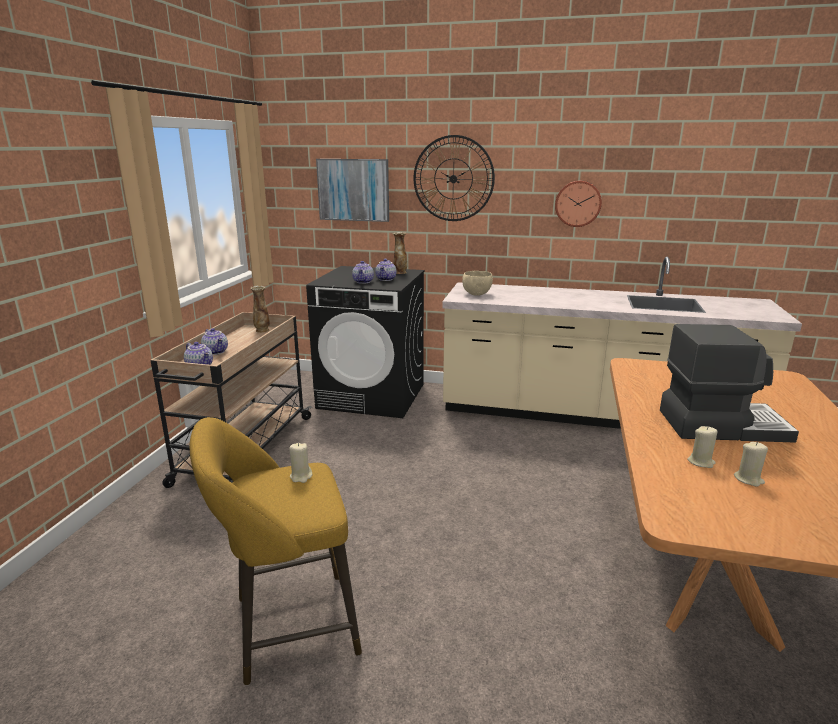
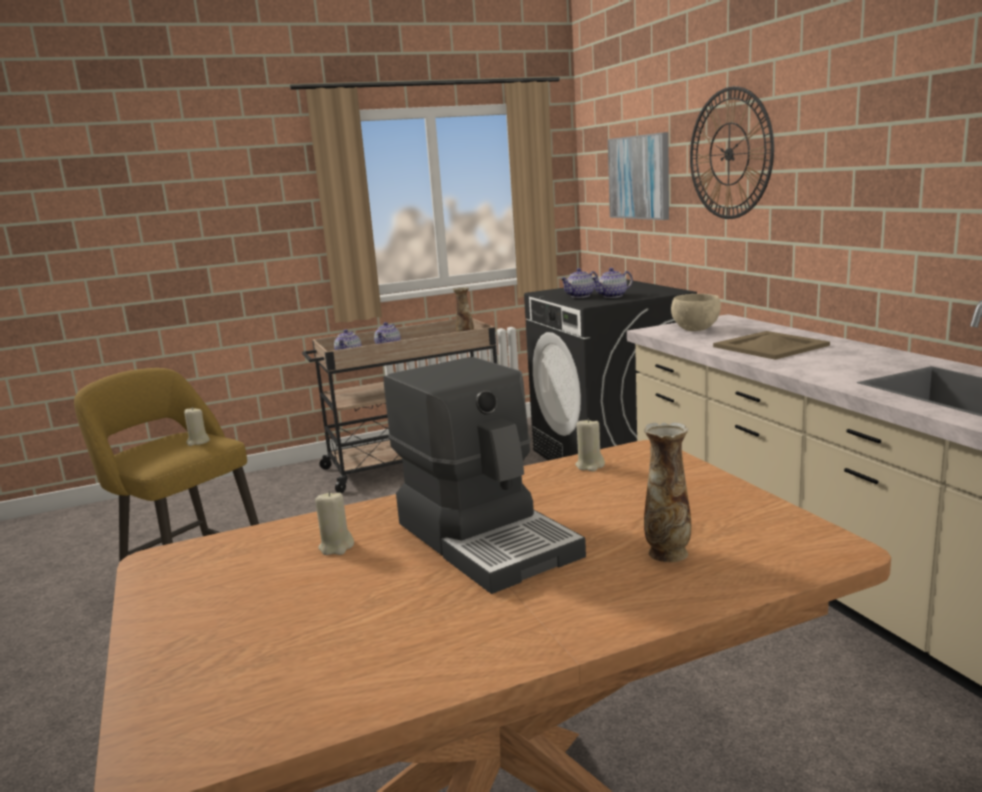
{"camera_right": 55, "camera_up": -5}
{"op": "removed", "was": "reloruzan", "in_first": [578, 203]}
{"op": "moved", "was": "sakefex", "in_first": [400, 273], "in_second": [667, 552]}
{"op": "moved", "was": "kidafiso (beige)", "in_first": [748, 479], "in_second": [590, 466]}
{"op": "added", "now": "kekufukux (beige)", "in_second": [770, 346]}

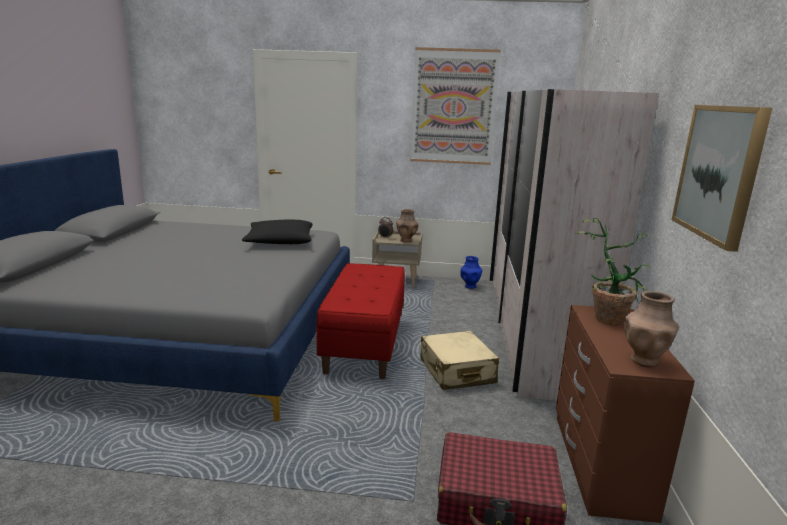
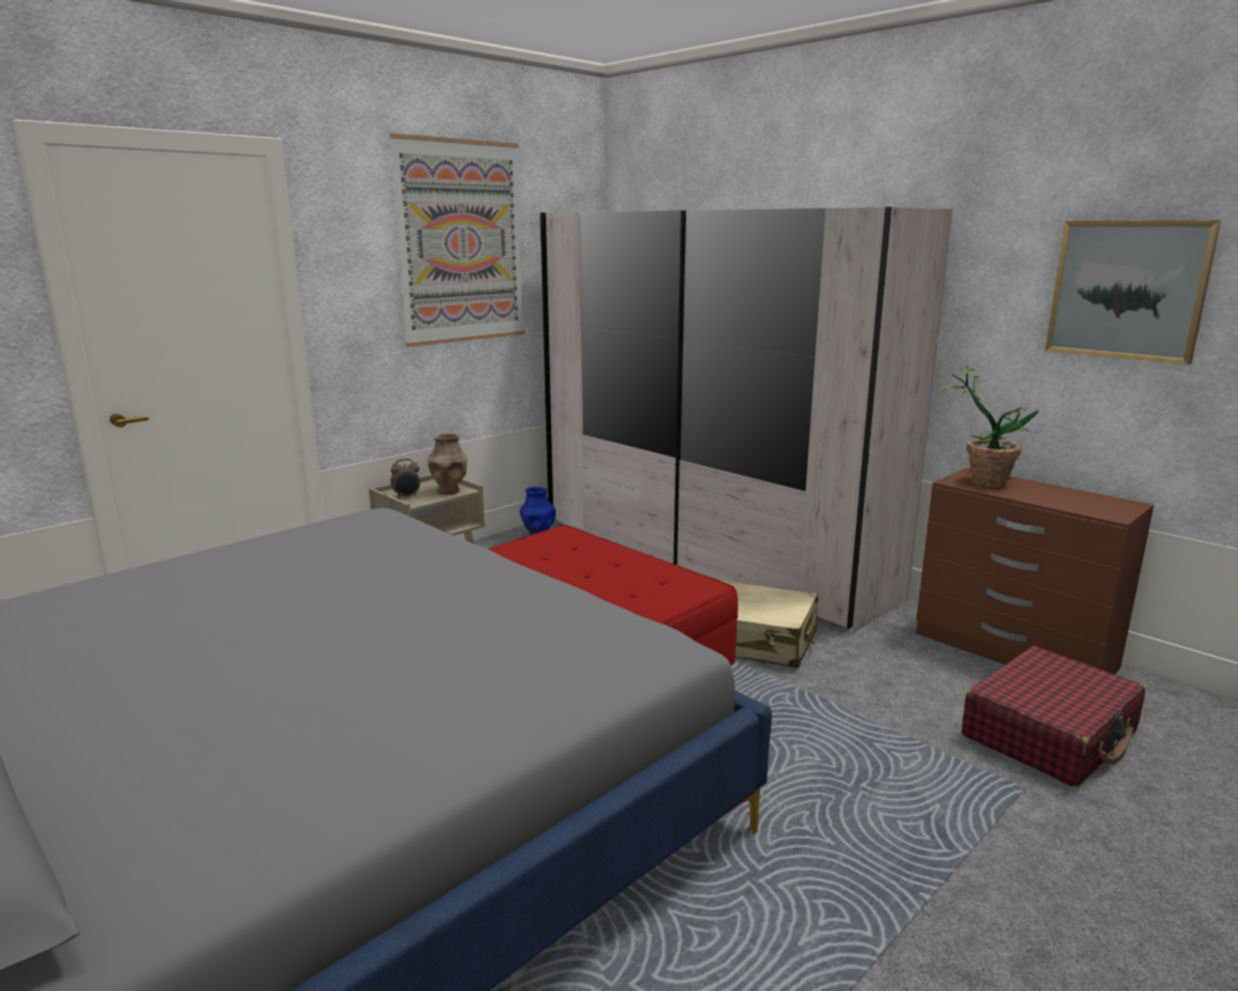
{"camera_right": -50, "camera_up": 0}
{"op": "removed", "was": "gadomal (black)", "in_first": [279, 241]}
{"op": "removed", "was": "sakefex (brown)", "in_first": [644, 360]}

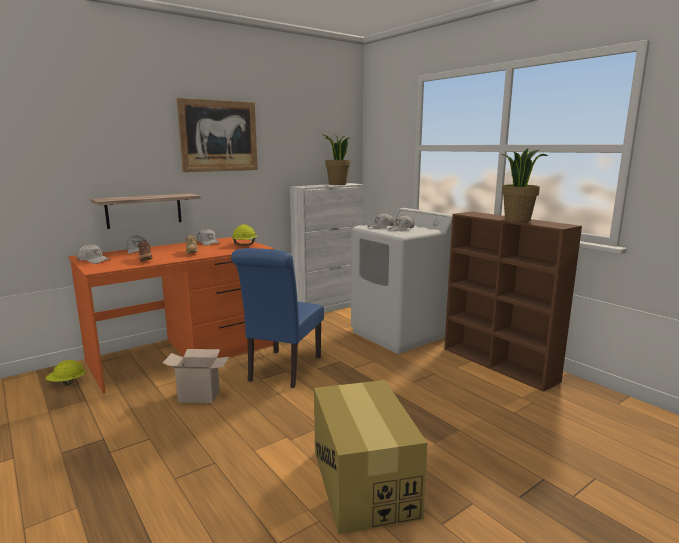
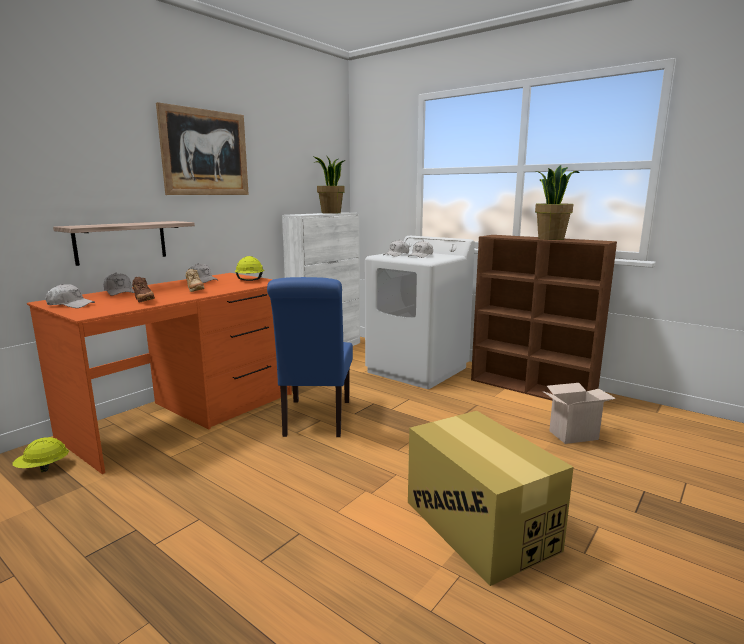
{"camera_right": -15, "camera_up": 0}
{"op": "moved", "was": "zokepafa", "in_first": [200, 396], "in_second": [574, 434]}

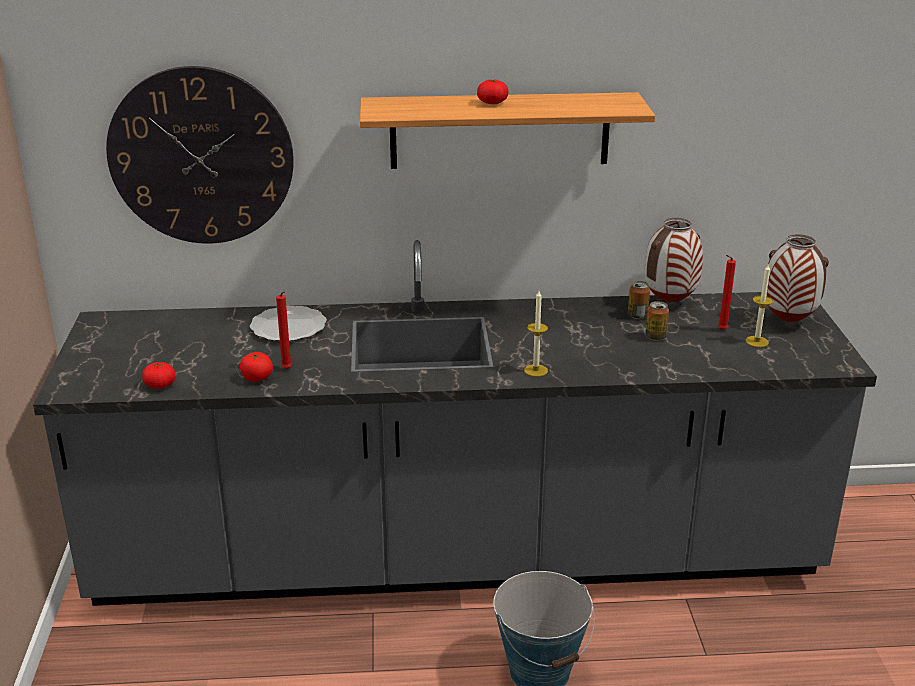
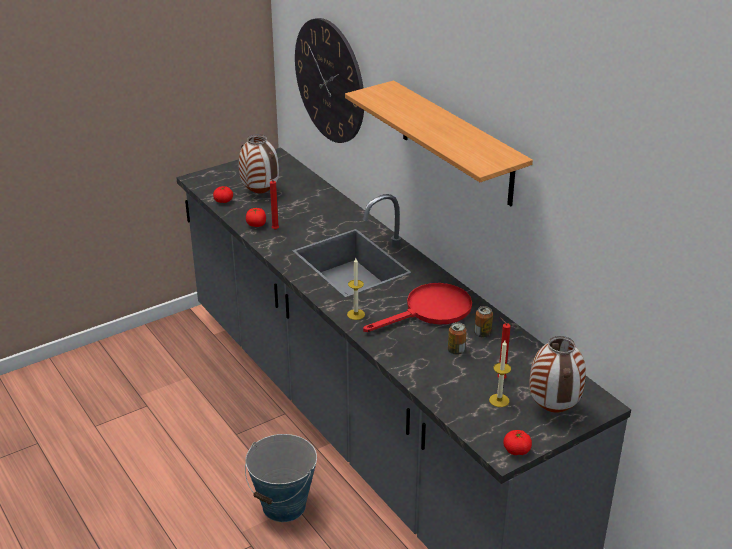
{"camera_right": 60, "camera_up": 5}
{"op": "moved", "was": "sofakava", "in_first": [492, 103], "in_second": [516, 450]}
{"op": "moved", "was": "sakefex", "in_first": [669, 302], "in_second": [261, 193]}
{"op": "removed", "was": "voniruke", "in_first": [289, 326]}
{"op": "added", "now": "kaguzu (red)", "in_second": [430, 311]}

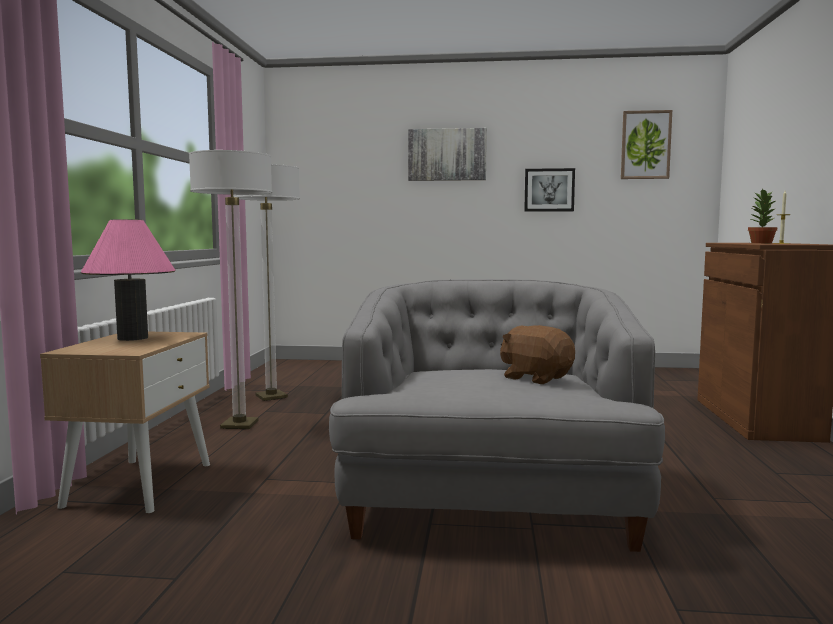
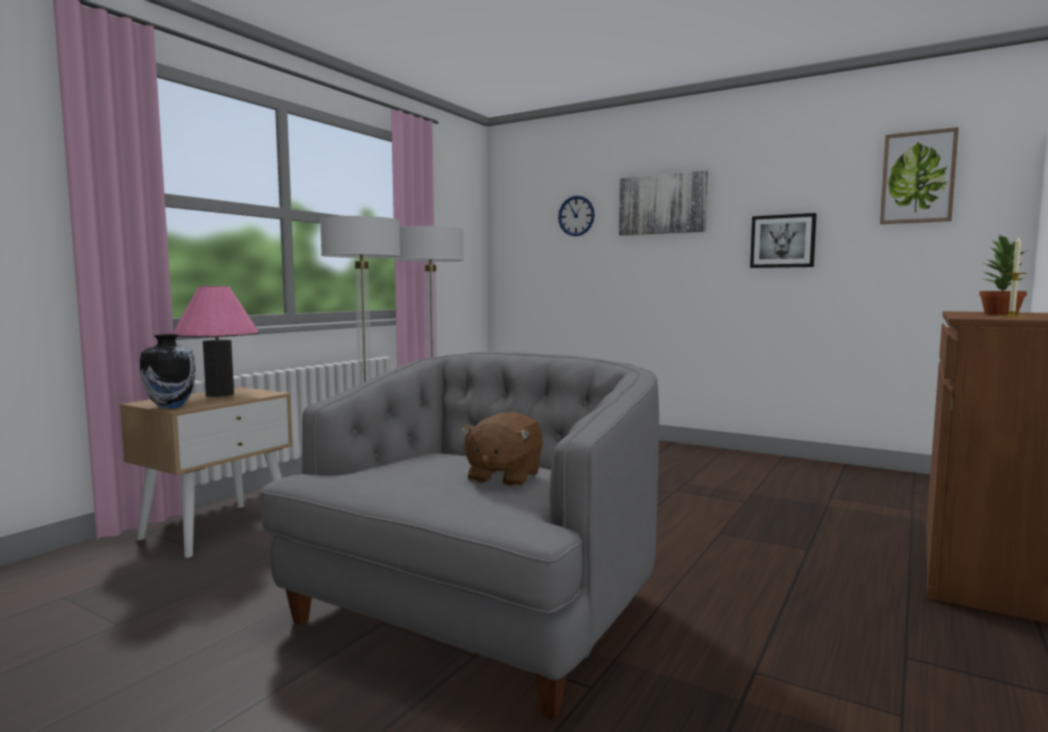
{"camera_right": 25, "camera_up": 0}
{"op": "turned", "was": "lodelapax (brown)", "in_first": [536, 378], "in_second": [503, 477], "clockwise": -135}
{"op": "added", "now": "reloruzan", "in_second": [576, 216]}
{"op": "added", "now": "sakefex", "in_second": [171, 406]}

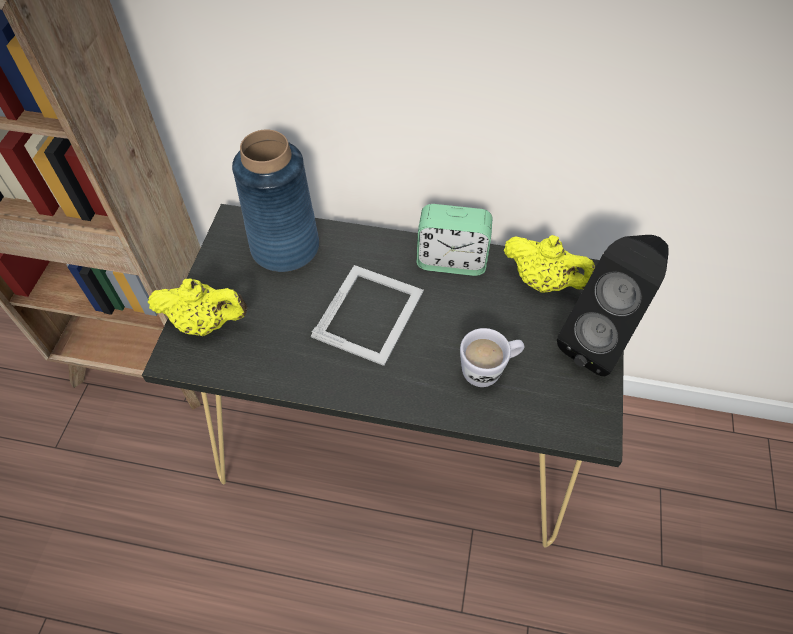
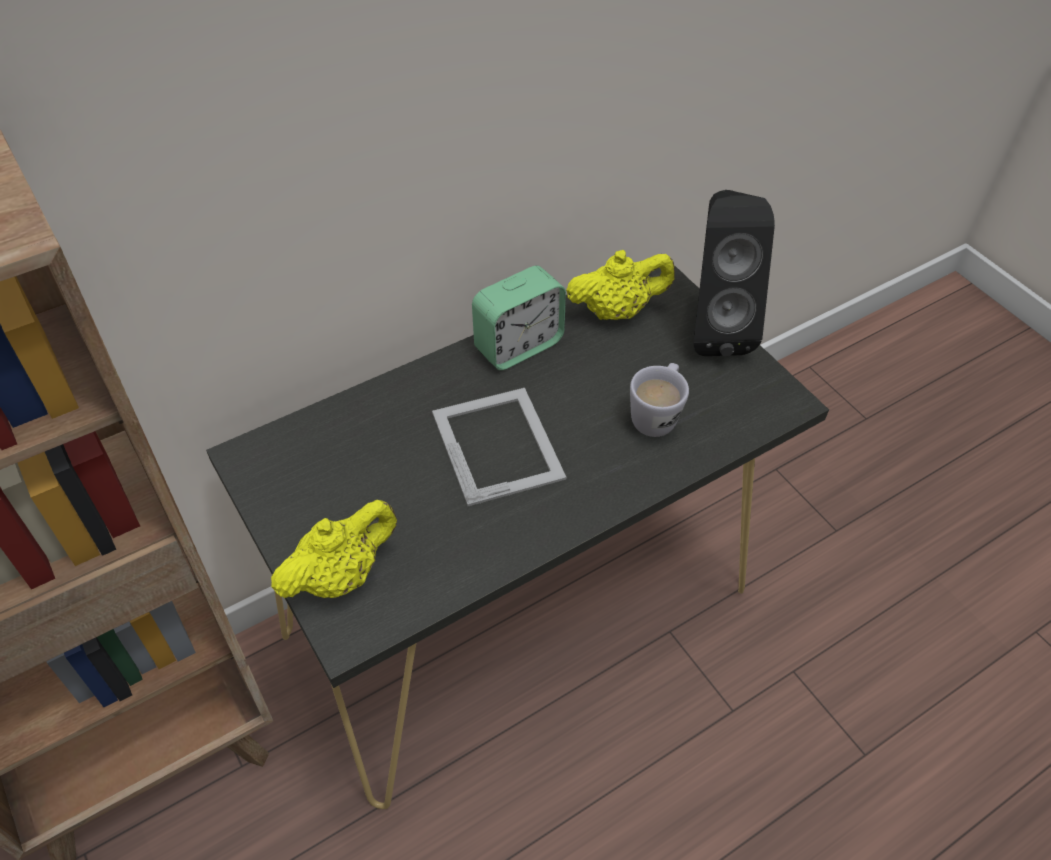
{"camera_right": -45, "camera_up": -5}
{"op": "removed", "was": "sakefex (blue)", "in_first": [284, 247]}

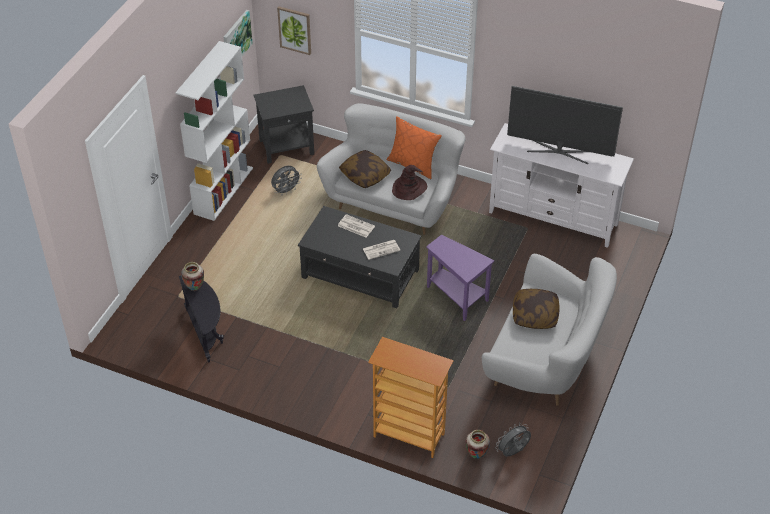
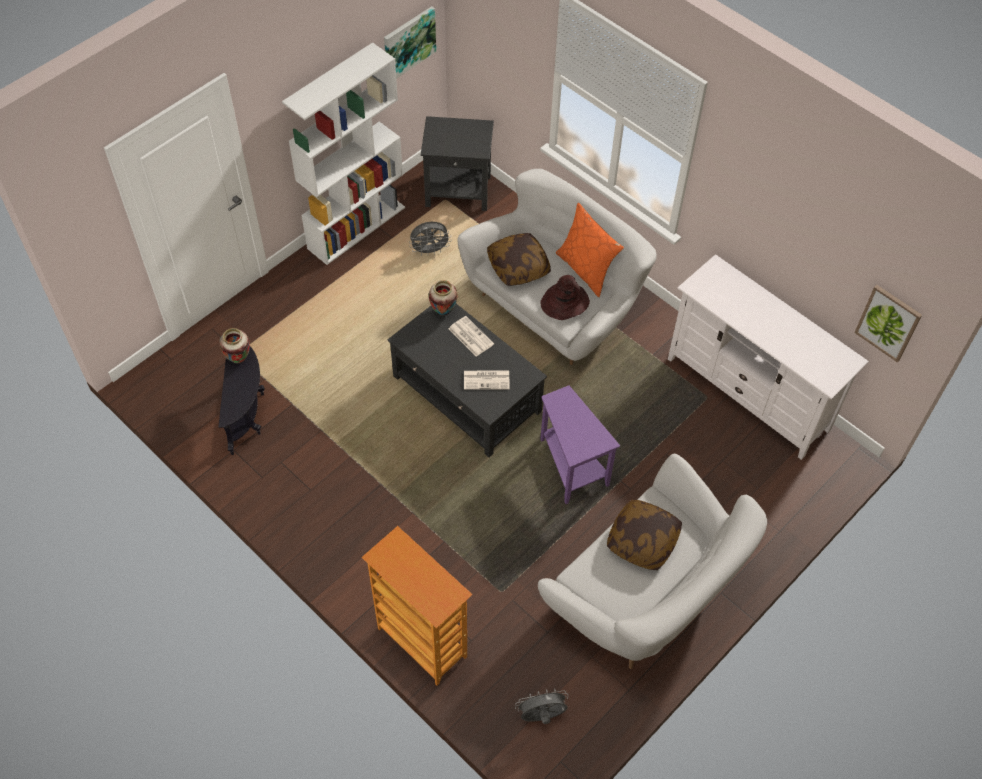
{"camera_right": 20, "camera_up": 10}
{"op": "moved", "was": "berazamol", "in_first": [295, 30], "in_second": [888, 322]}
{"op": "removed", "was": "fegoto", "in_first": [559, 151]}
{"op": "moved", "was": "sakefex", "in_first": [476, 455], "in_second": [443, 312]}

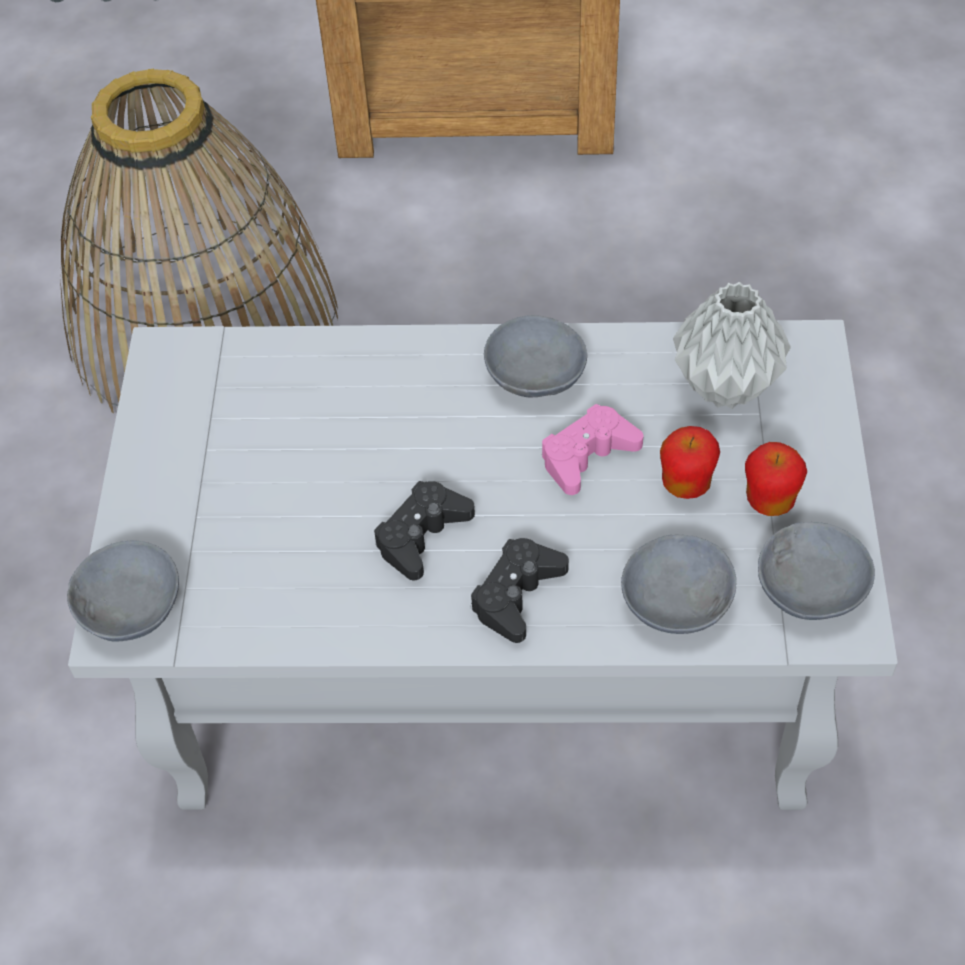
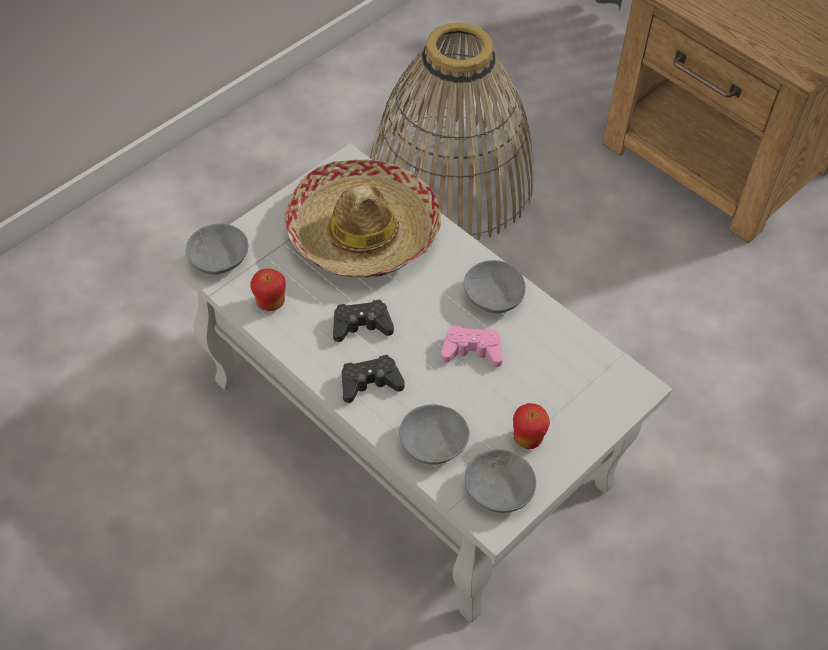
{"camera_right": 40, "camera_up": 0}
{"op": "removed", "was": "sakefex (grey)", "in_first": [727, 385]}
{"op": "moved", "was": "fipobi", "in_first": [686, 485], "in_second": [270, 303]}
{"op": "added", "now": "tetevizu", "in_second": [363, 232]}

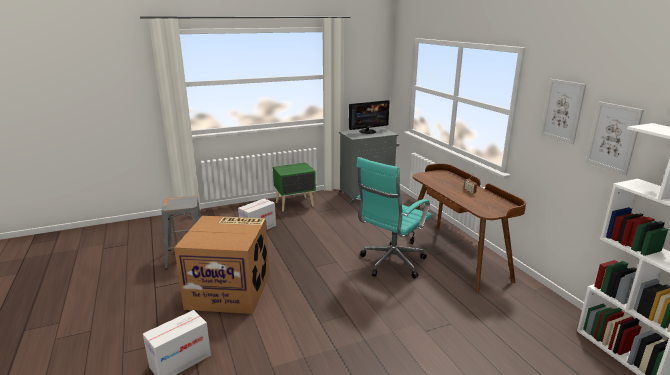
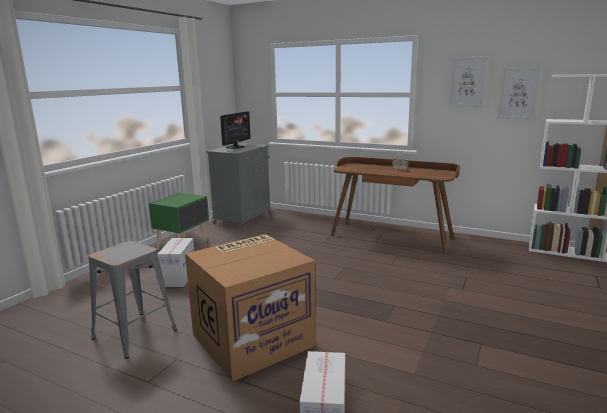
{"camera_right": -40, "camera_up": -5}
{"op": "removed", "was": "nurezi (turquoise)", "in_first": [390, 264]}

